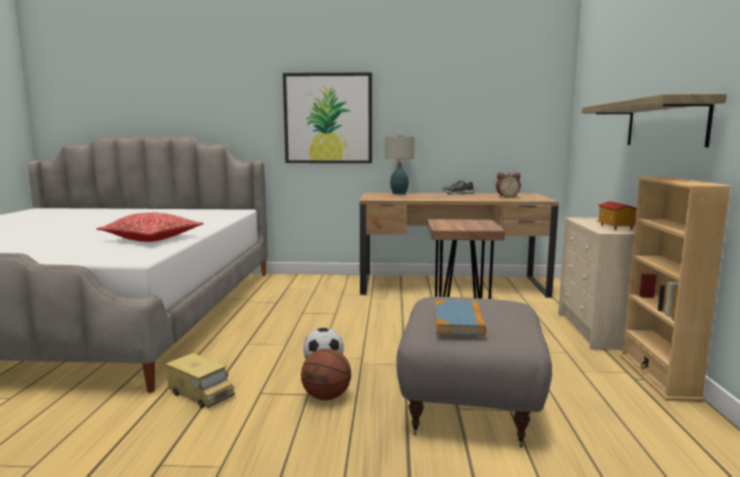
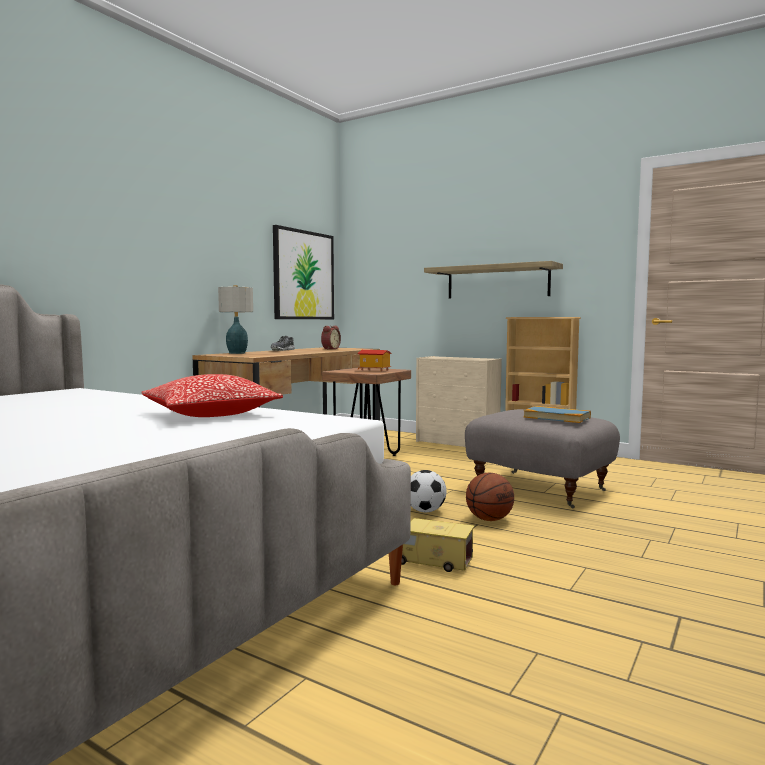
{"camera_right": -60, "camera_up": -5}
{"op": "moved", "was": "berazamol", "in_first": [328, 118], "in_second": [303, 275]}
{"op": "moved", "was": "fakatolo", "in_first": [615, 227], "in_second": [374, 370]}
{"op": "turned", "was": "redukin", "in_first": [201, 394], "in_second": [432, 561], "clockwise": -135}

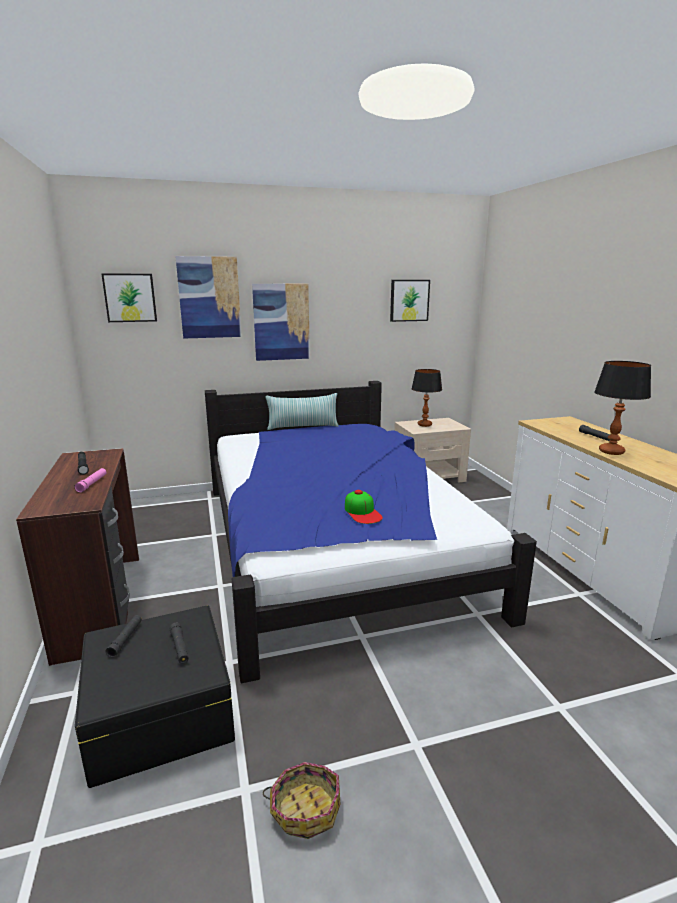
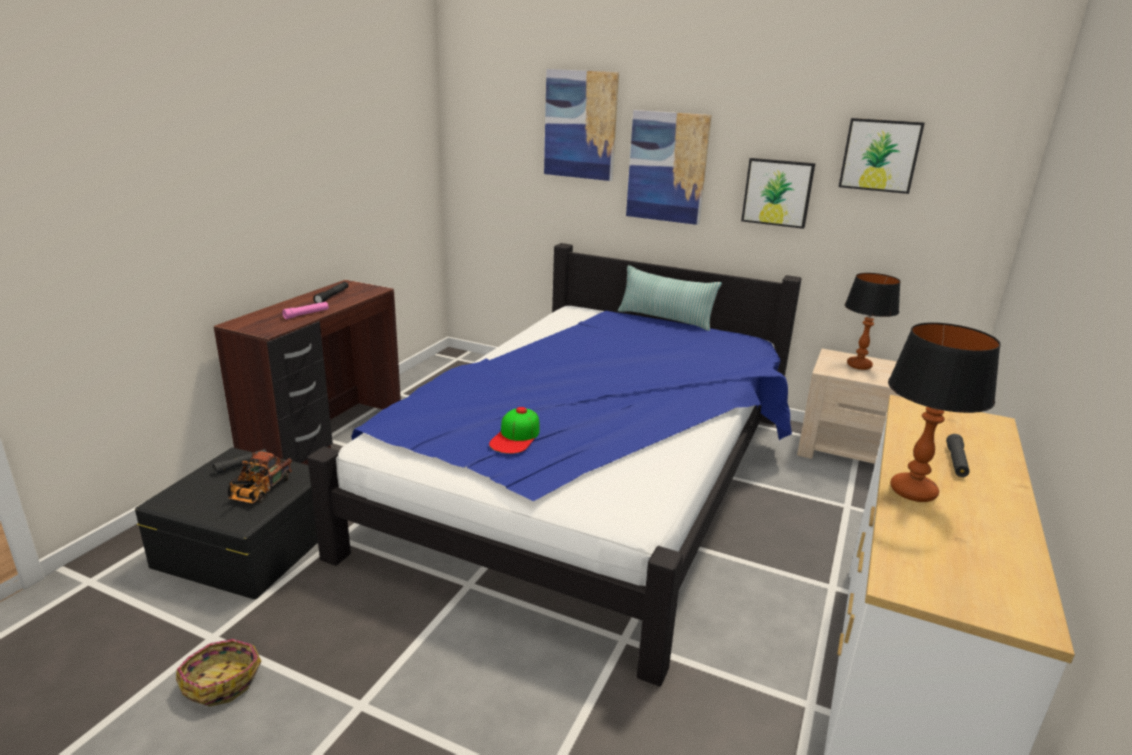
{"camera_right": 40, "camera_up": 5}
{"op": "moved", "was": "berazamol", "in_first": [130, 297], "in_second": [777, 192]}
{"op": "replaced", "was": "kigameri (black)", "now": "redukin", "in_first": [179, 647], "in_second": [259, 491]}

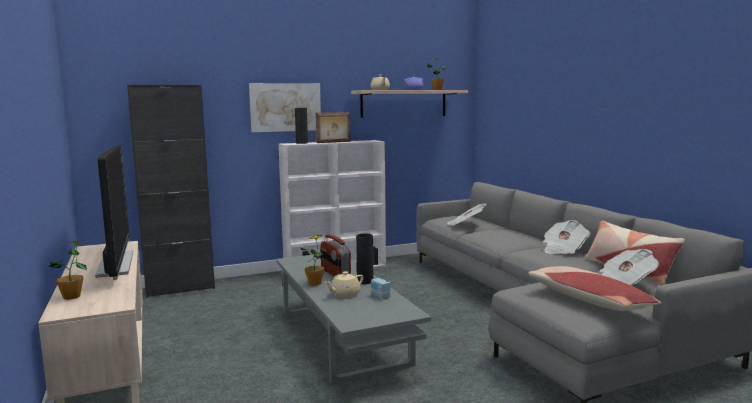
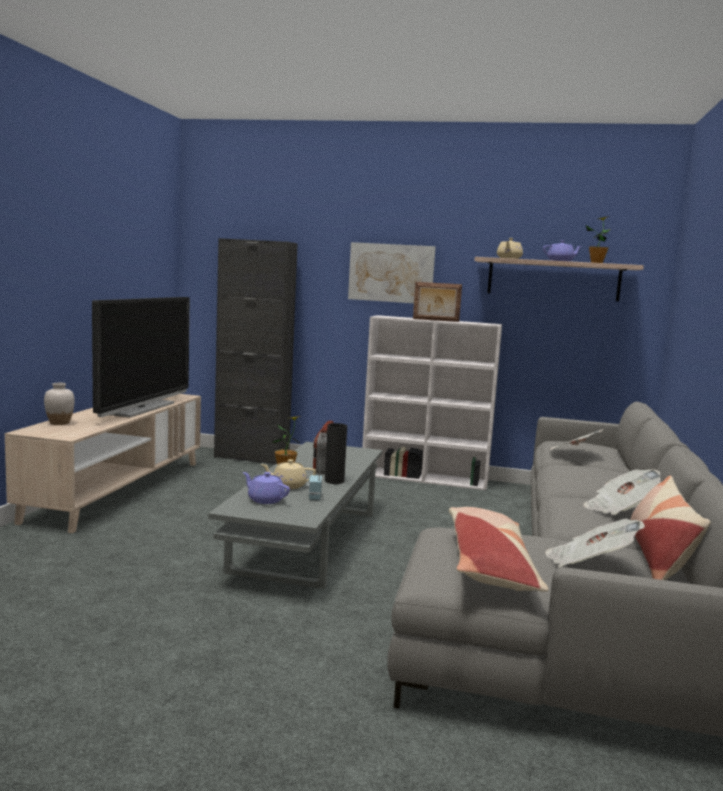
{"camera_right": 35, "camera_up": 0}
{"op": "removed", "was": "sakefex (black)", "in_first": [302, 143]}
{"op": "replaced", "was": "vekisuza", "now": "sakefex (white)", "in_first": [72, 297], "in_second": [59, 423]}
{"op": "added", "now": "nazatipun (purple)", "in_second": [265, 500]}

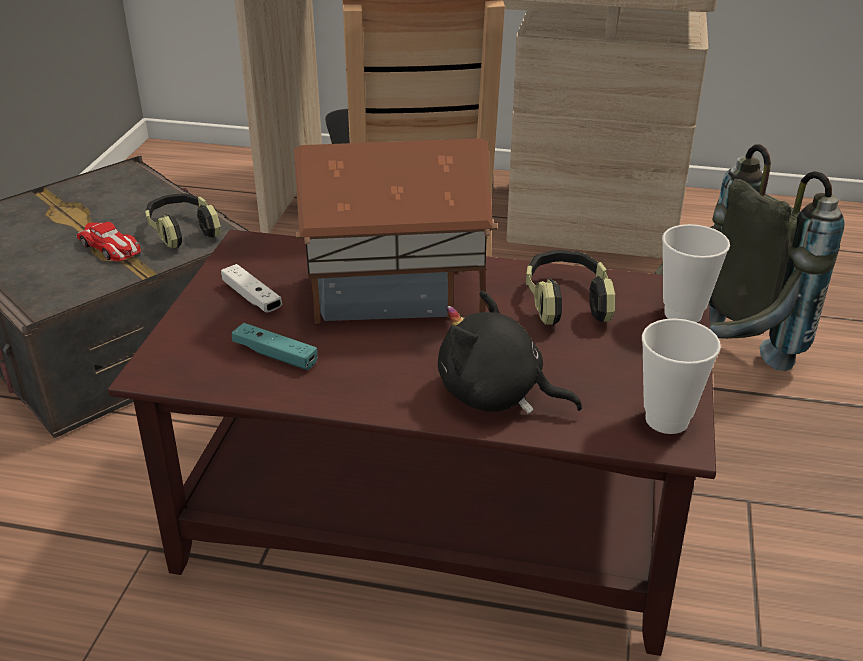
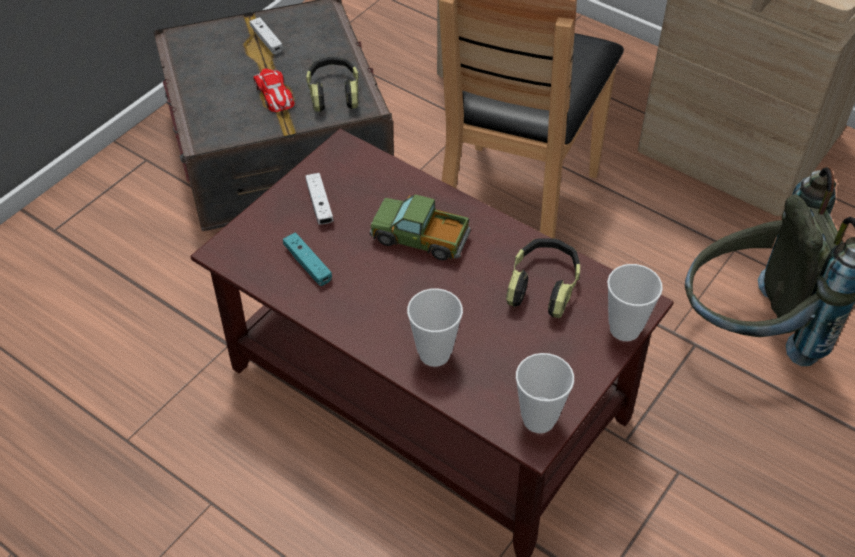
{"camera_right": 25, "camera_up": 15}
{"op": "replaced", "was": "fakatolo", "now": "redukin", "in_first": [396, 297], "in_second": [420, 239]}
{"op": "replaced", "was": "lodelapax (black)", "now": "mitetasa", "in_first": [496, 395], "in_second": [434, 354]}
{"op": "added", "now": "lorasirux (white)", "in_second": [266, 40]}

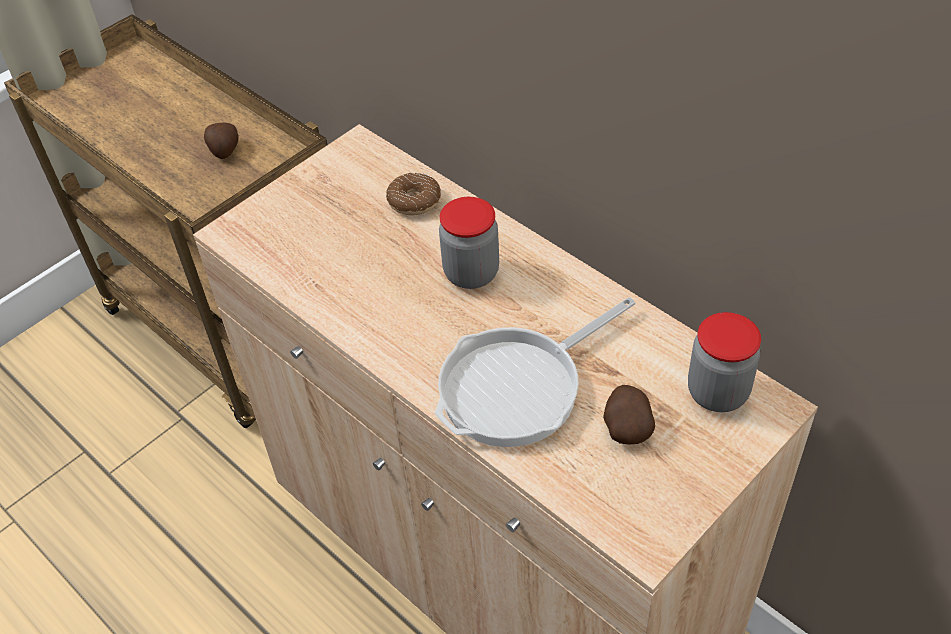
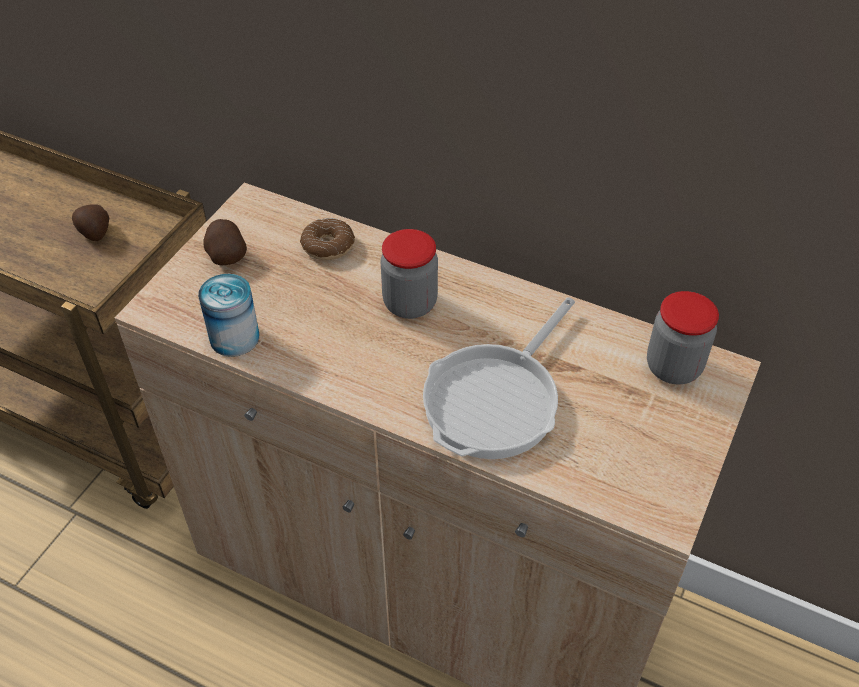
{"camera_right": -20, "camera_up": 0}
{"op": "moved", "was": "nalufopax", "in_first": [626, 427], "in_second": [226, 255]}
{"op": "added", "now": "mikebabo", "in_second": [234, 337]}

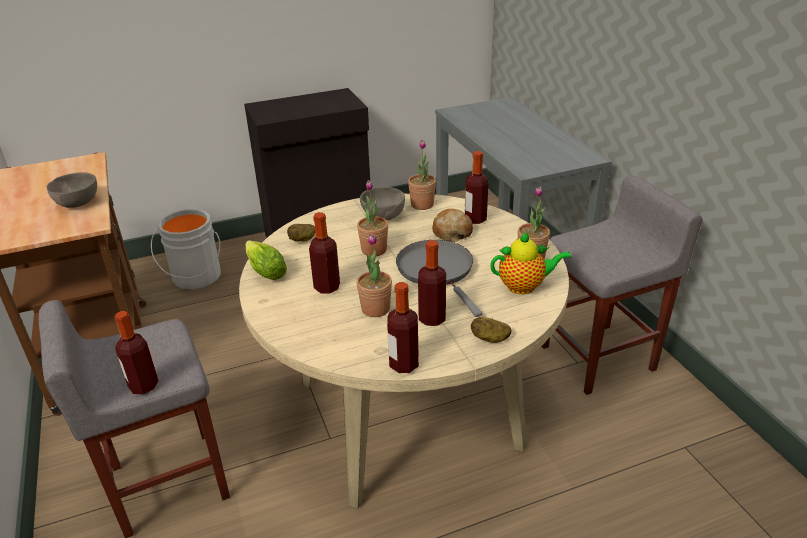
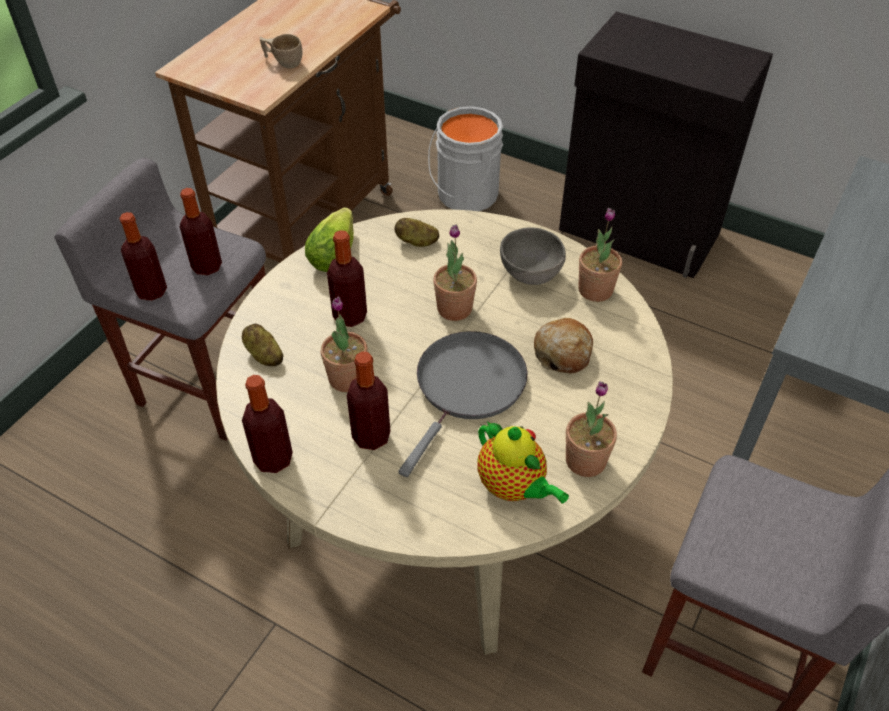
{"camera_right": 50, "camera_up": 15}
{"op": "moved", "was": "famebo", "in_first": [475, 219], "in_second": [207, 266]}
{"op": "replaced", "was": "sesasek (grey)", "now": "mitetasa (beige)", "in_first": [77, 203], "in_second": [283, 62]}
{"op": "moved", "was": "nalufopax", "in_first": [490, 339], "in_second": [263, 355]}

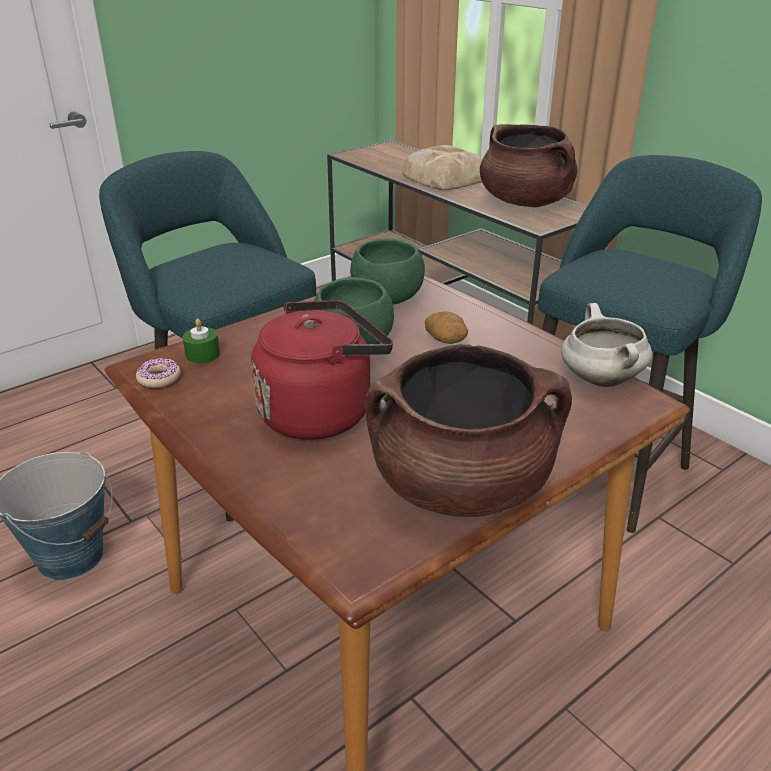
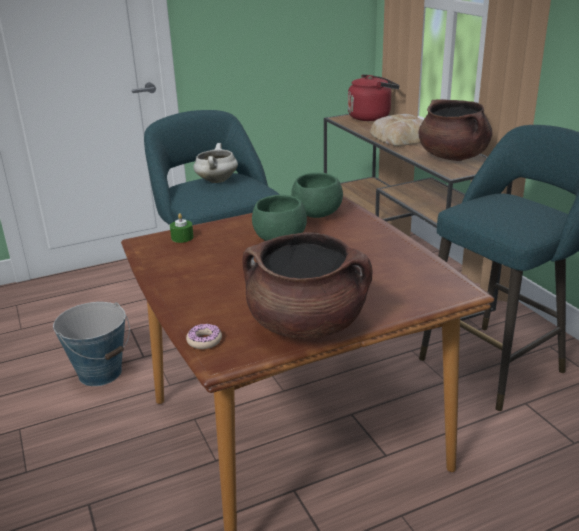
{"camera_right": 15, "camera_up": -5}
{"op": "moved", "was": "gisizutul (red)", "in_first": [321, 412], "in_second": [371, 117]}
{"op": "moved", "was": "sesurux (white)", "in_first": [599, 379], "in_second": [216, 180]}
{"op": "removed", "was": "nalufopax", "in_first": [446, 340]}
{"op": "moved", "was": "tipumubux", "in_first": [159, 378], "in_second": [204, 341]}

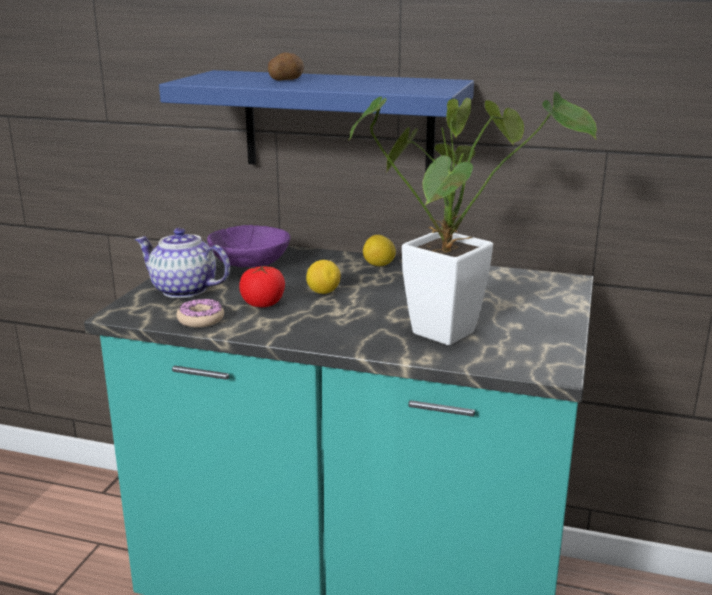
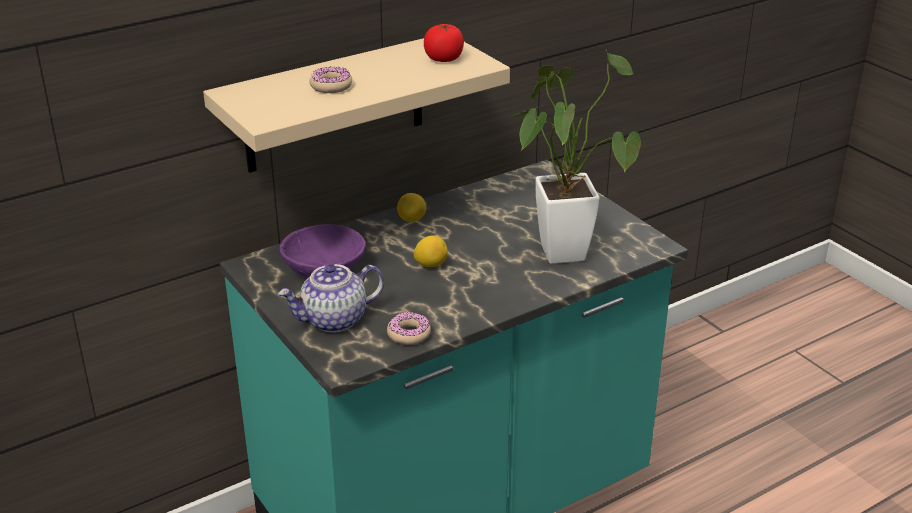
{"camera_right": -50, "camera_up": 10}
{"op": "replaced", "was": "nalufopax", "now": "tipumubux", "in_first": [285, 80], "in_second": [331, 86]}
{"op": "recoloured", "was": "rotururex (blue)", "now": "rotururex (beige)", "in_first": [338, 123], "in_second": [335, 104]}
{"op": "moved", "was": "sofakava", "in_first": [263, 303], "in_second": [444, 59]}

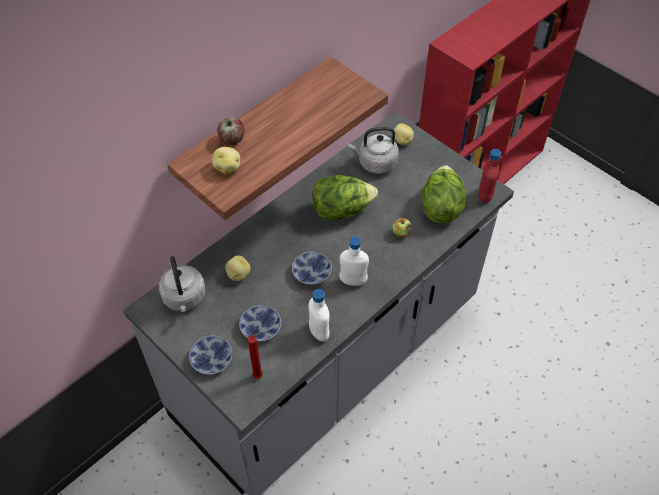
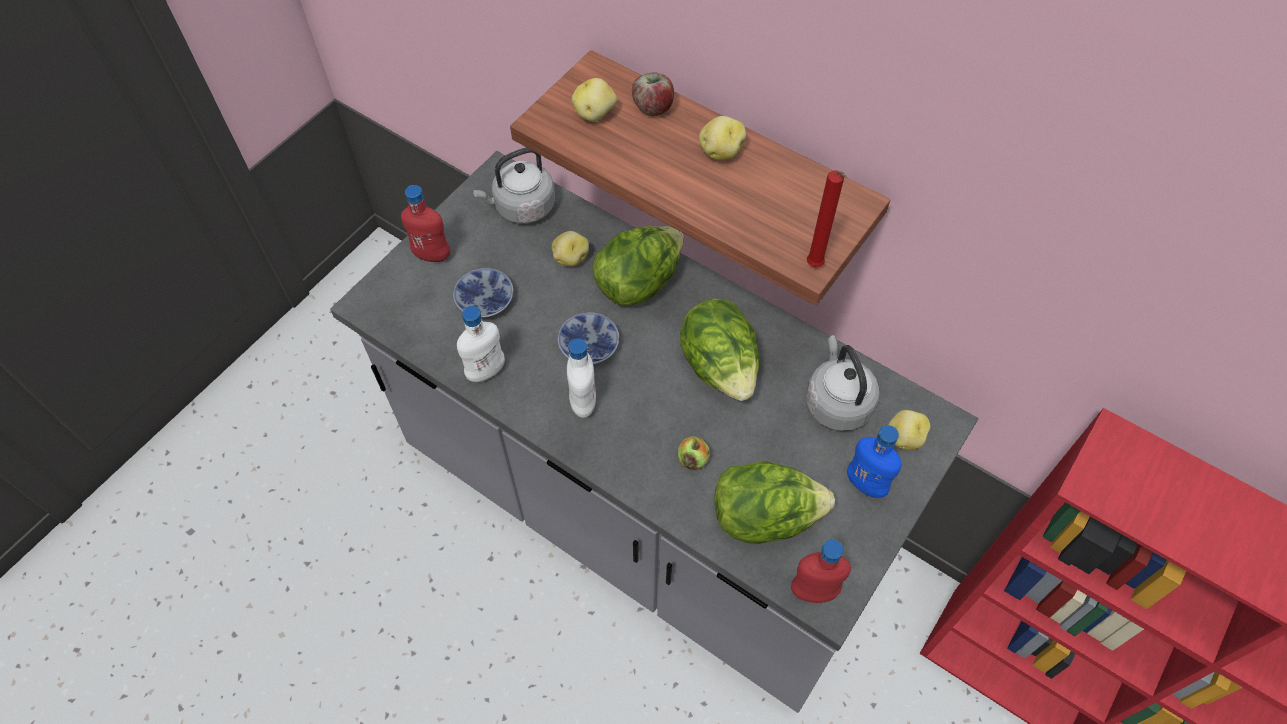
{"camera_right": 80, "camera_up": 5}
{"op": "moved", "was": "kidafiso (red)", "in_first": [259, 376], "in_second": [815, 267]}
{"op": "replaced", "was": "sesasek", "now": "famebo (red)", "in_first": [211, 358], "in_second": [432, 255]}
{"op": "added", "now": "nalufopax", "in_second": [720, 151]}
{"op": "added", "now": "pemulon", "in_second": [639, 282]}
{"op": "added", "now": "famebo (blue)", "in_second": [866, 484]}

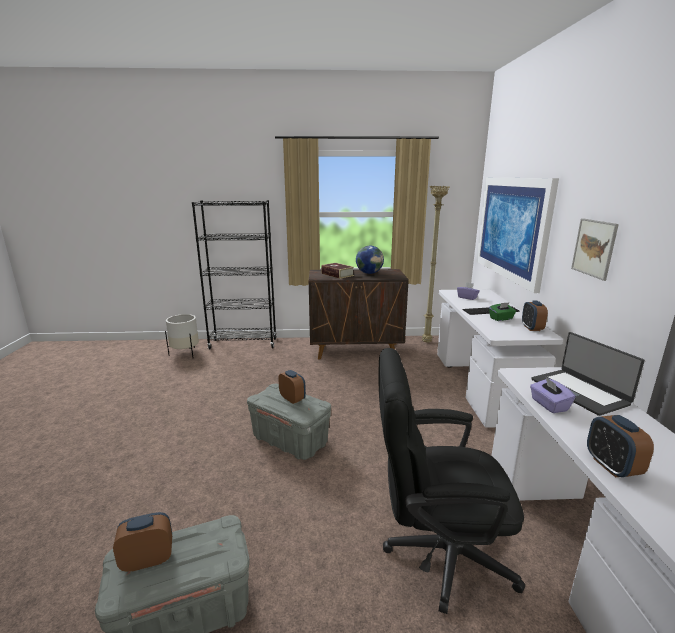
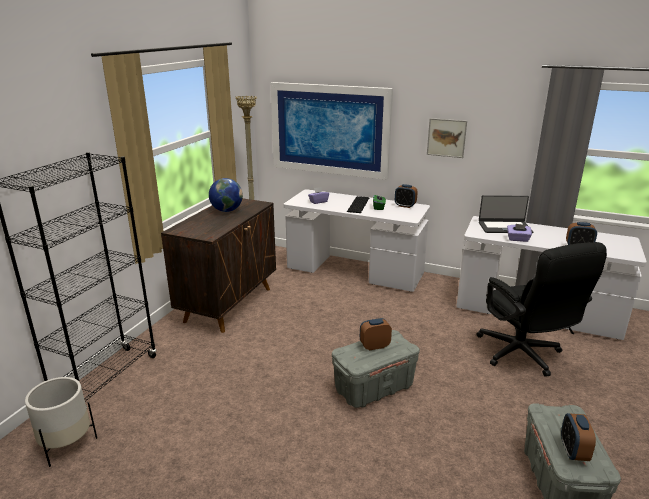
{"camera_right": -65, "camera_up": 5}
{"op": "removed", "was": "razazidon", "in_first": [337, 274]}
{"op": "turned", "was": "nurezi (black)", "in_first": [436, 552], "in_second": [523, 356], "clockwise": -45}

